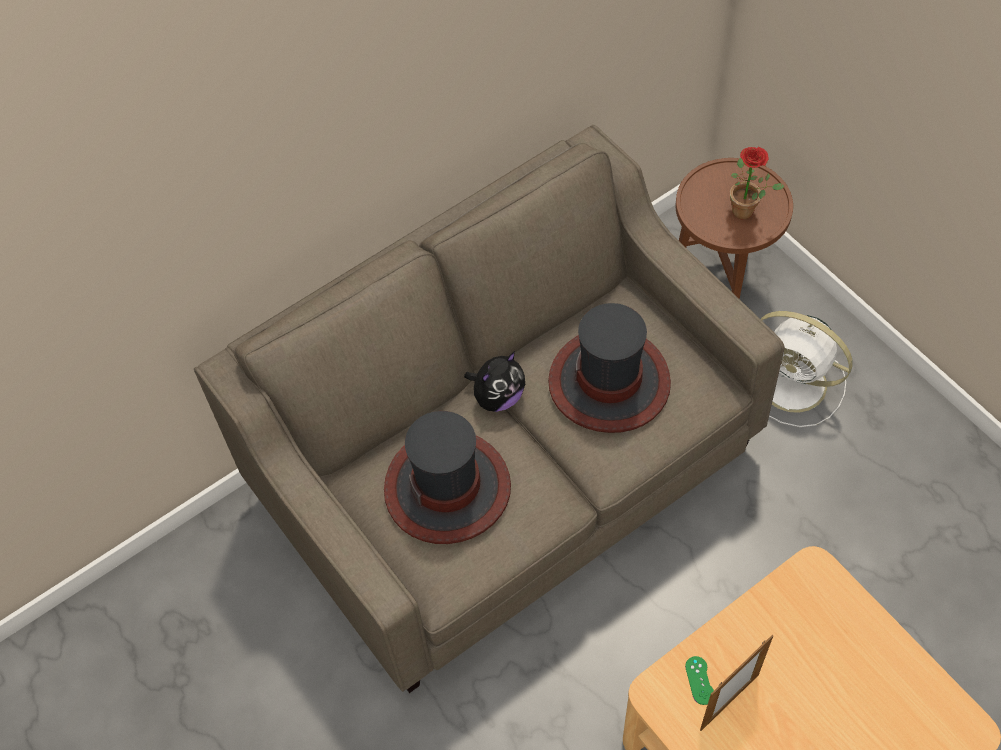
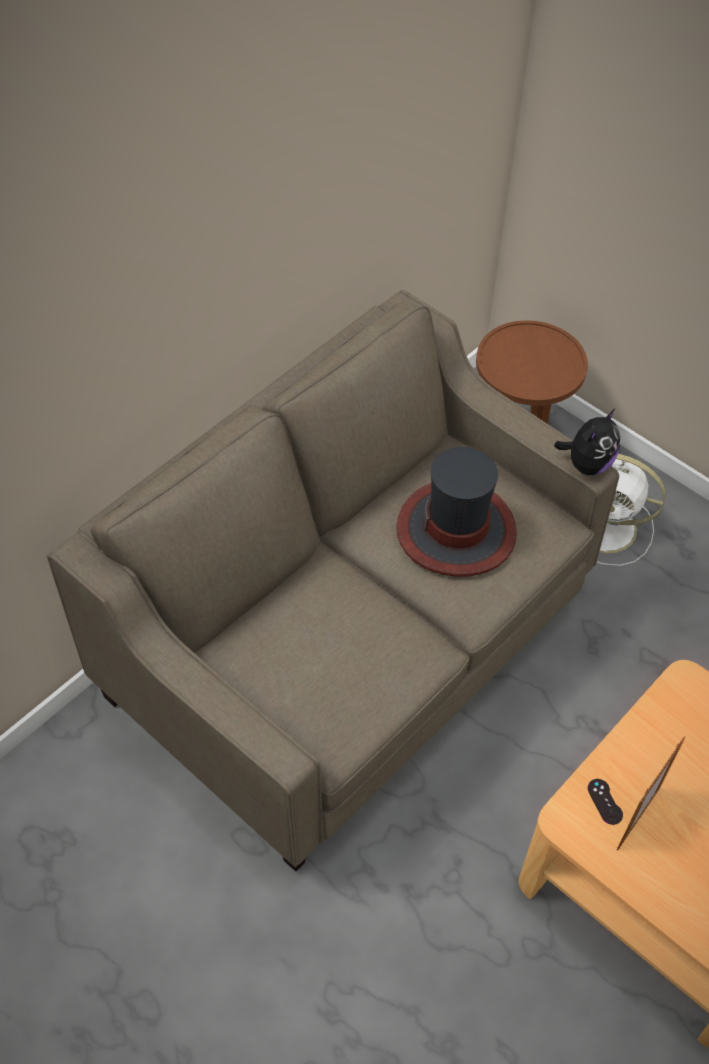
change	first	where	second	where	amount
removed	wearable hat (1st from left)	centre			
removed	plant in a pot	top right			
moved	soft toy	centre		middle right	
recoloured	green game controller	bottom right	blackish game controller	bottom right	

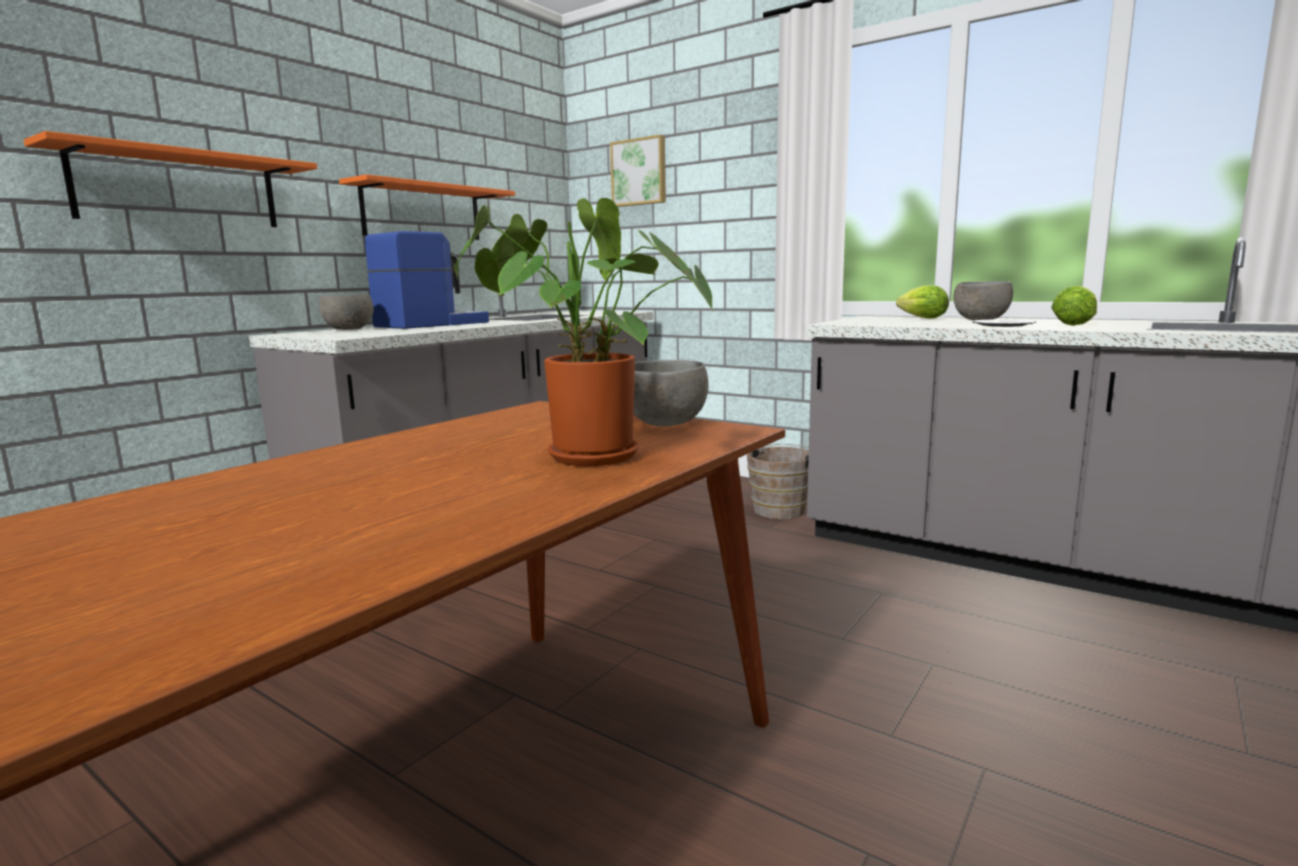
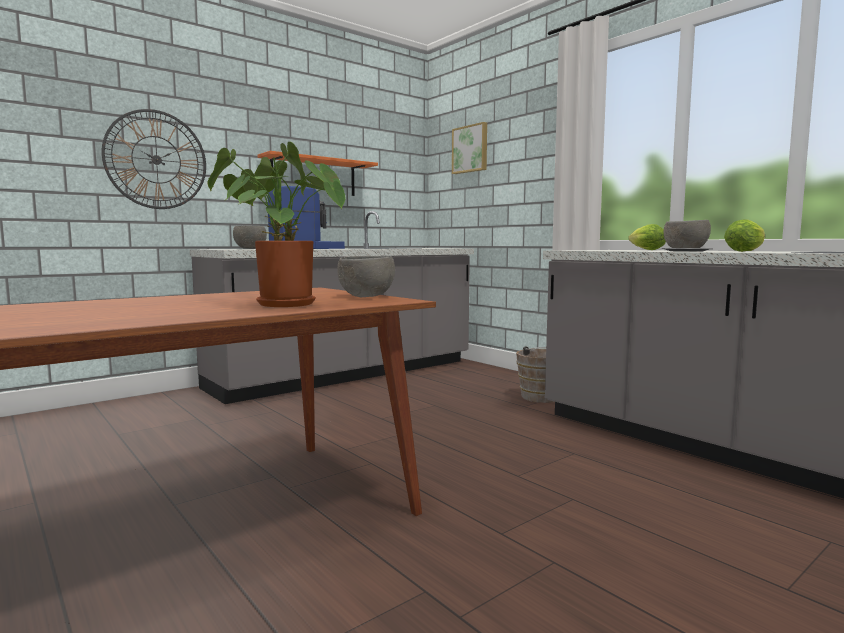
change	first	where	second	where	amount
replaced	orangey bracket shelf (1st from left)	top left	hanging clock	top left	

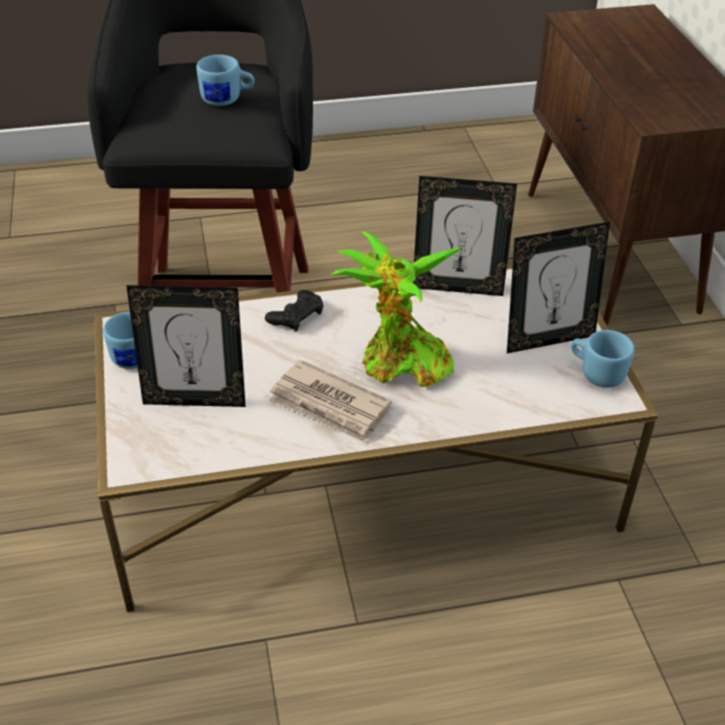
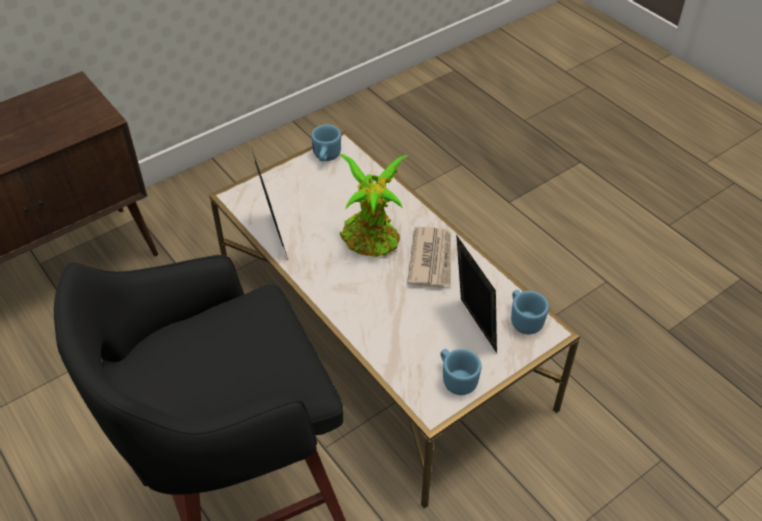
change	first	where	second	where	amount
removed	blackish game controller	centre			
removed	photo frame (3rd from left)	middle right			
moved	bluish mug (2nd from left in the first image)	top left	bluish mug (3rd from left)	middle right	

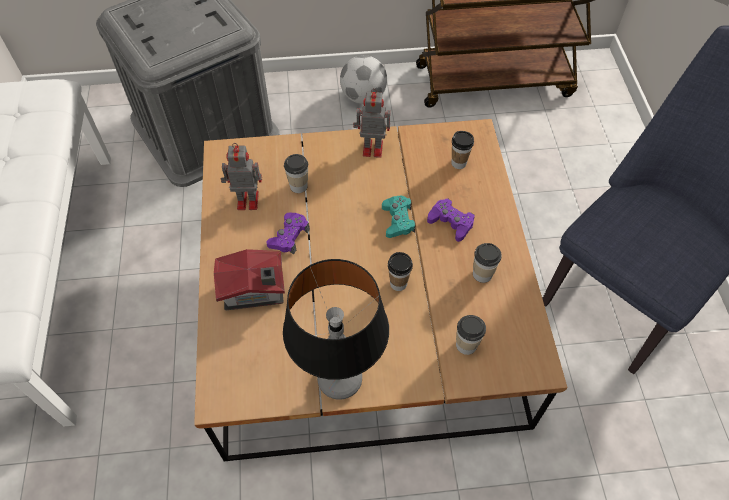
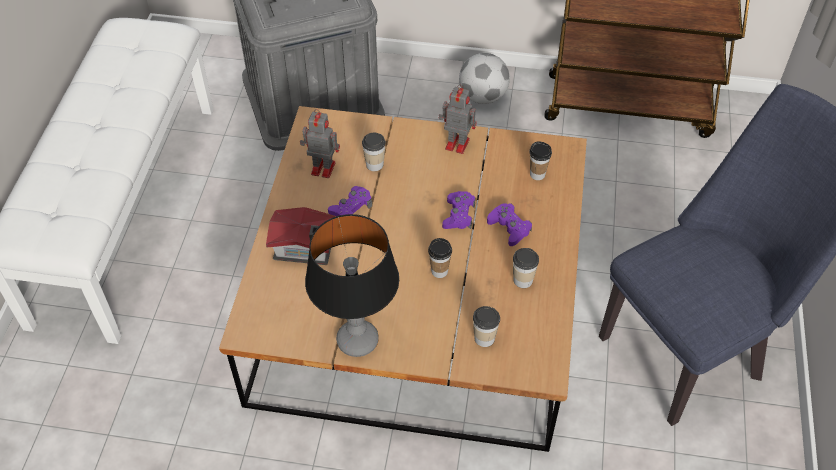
change	first	where	second	where	amount
recoloured	turquoise game controller	centre	purple game controller (2nd from left)	centre	

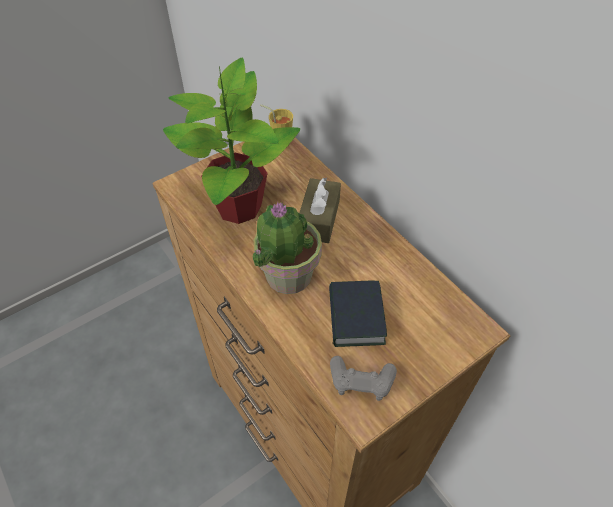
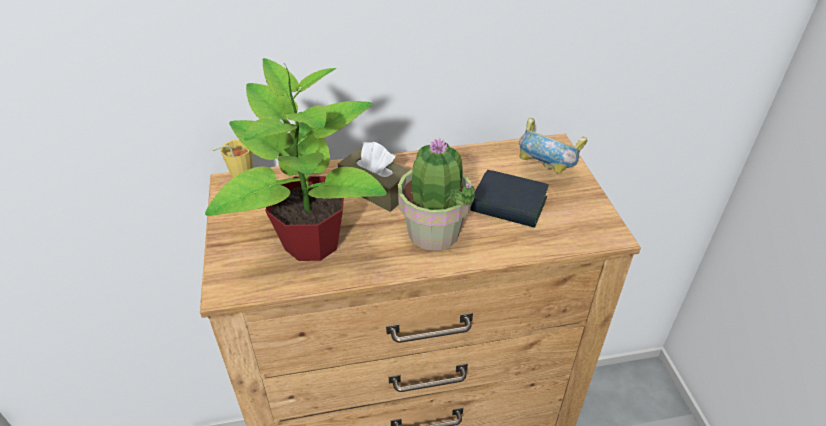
change	first	where	second	where	amount
removed	greyish game controller	bottom centre			
added			deep dish	middle right	

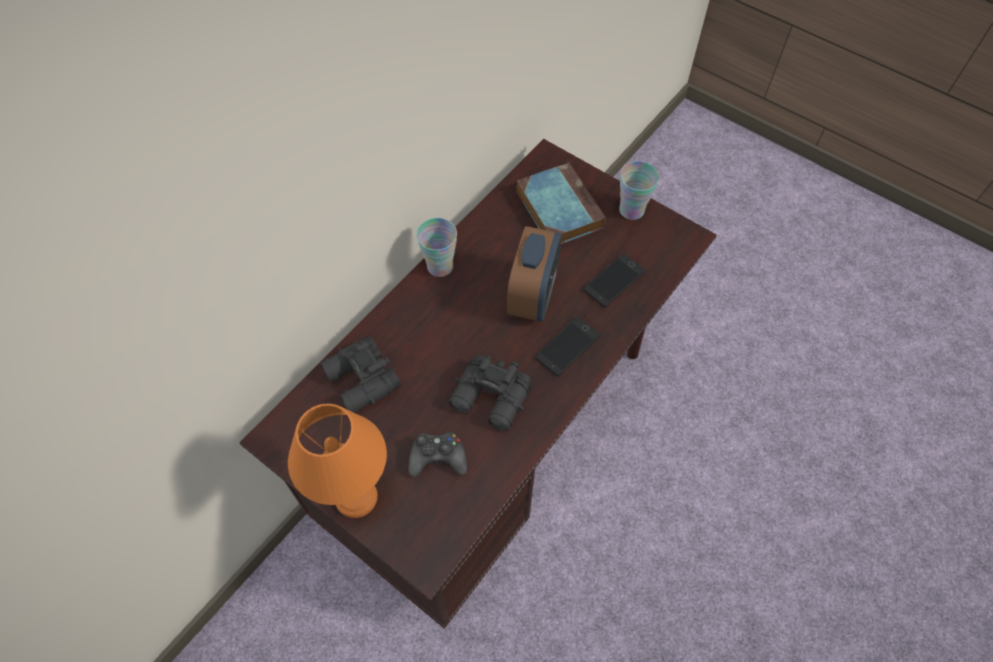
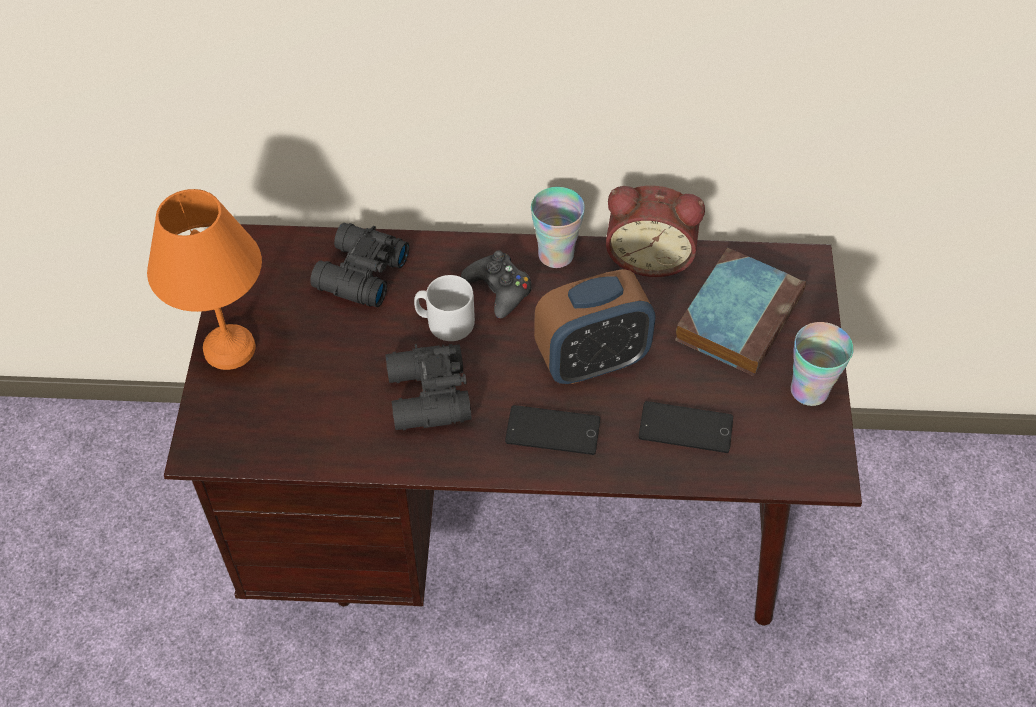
change	first	where	second	where	amount
added			greyish mug	centre	
added			table clock (2nd from left)	top centre	
moved	blackish game controller	bottom centre		centre	

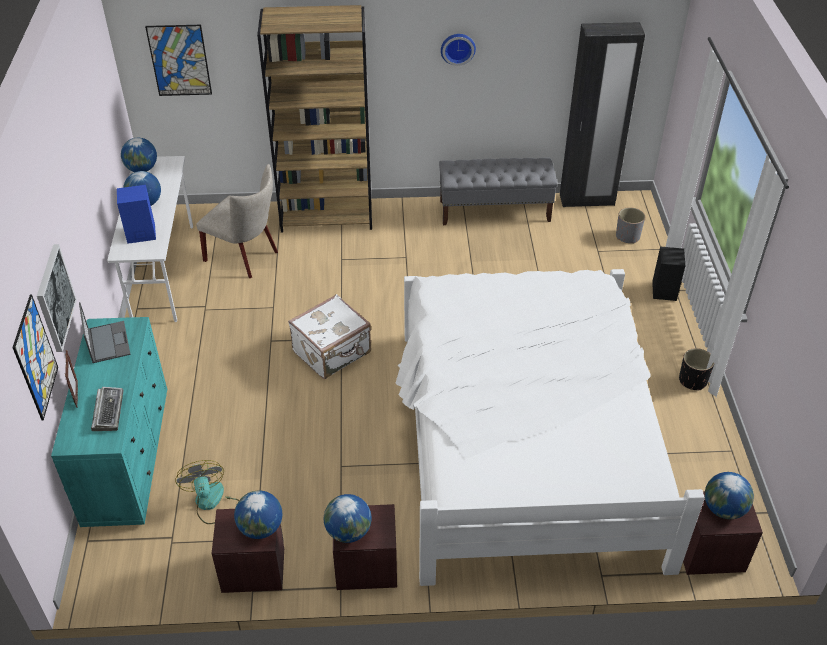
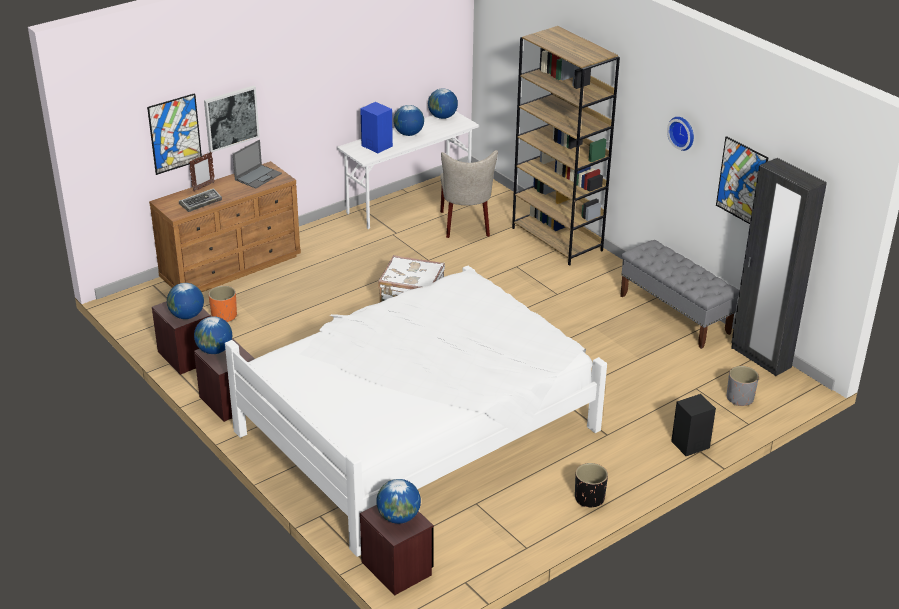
change	first	where	second	where	amount
moved	picture (3rd from left)	top left		top right	
replaced	fan	bottom left	orangey flower pot	middle left	
recoloured	turquoise dresser	middle left	brownish dresser	middle left	

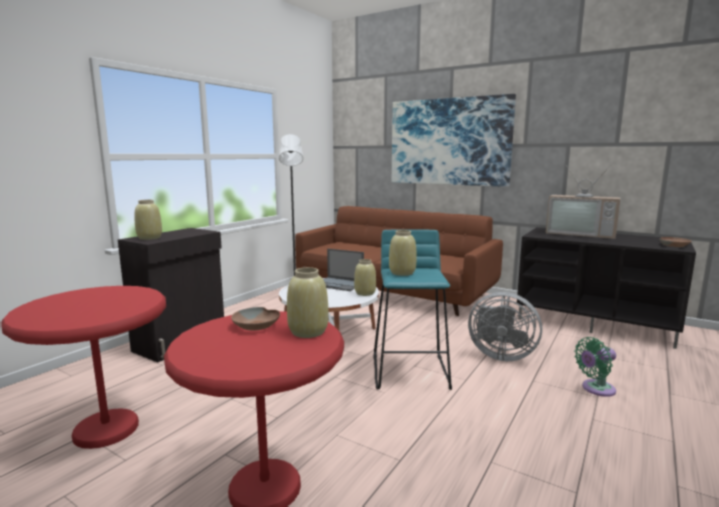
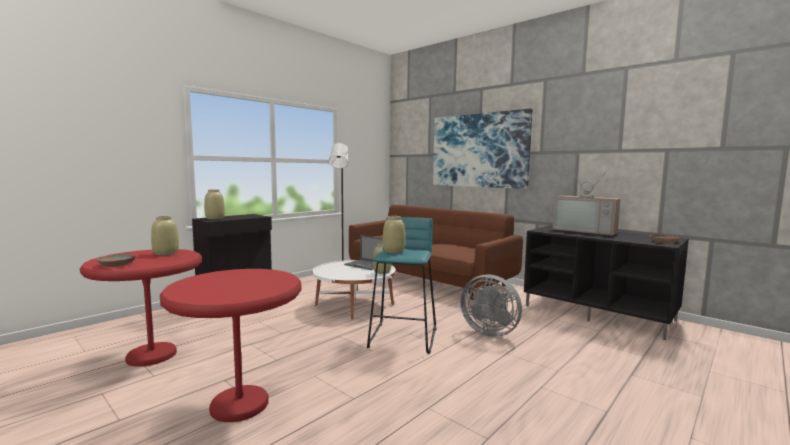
change	first	where	second	where	amount
removed	green fan	bottom right			
moved	brownish deep dish (1st from left)	centre		middle left	
moved	beige-coloured decorative vase (2nd from left in the first image)	centre	beige-coloured decorative vase (1st from left)	middle left	

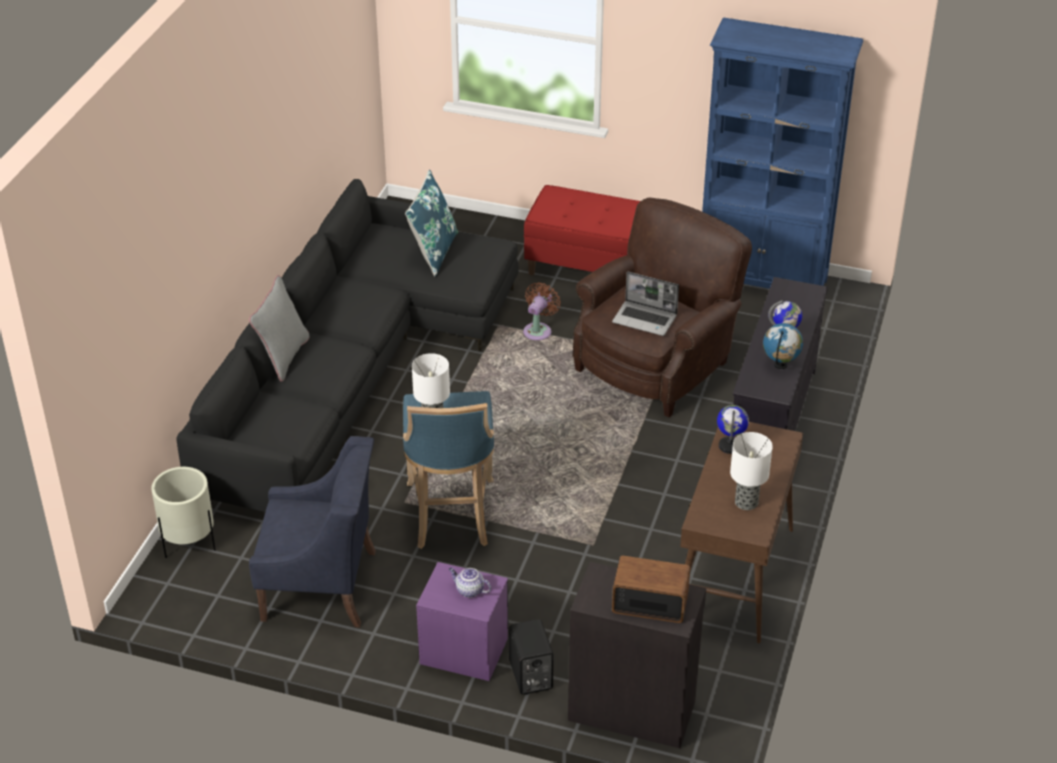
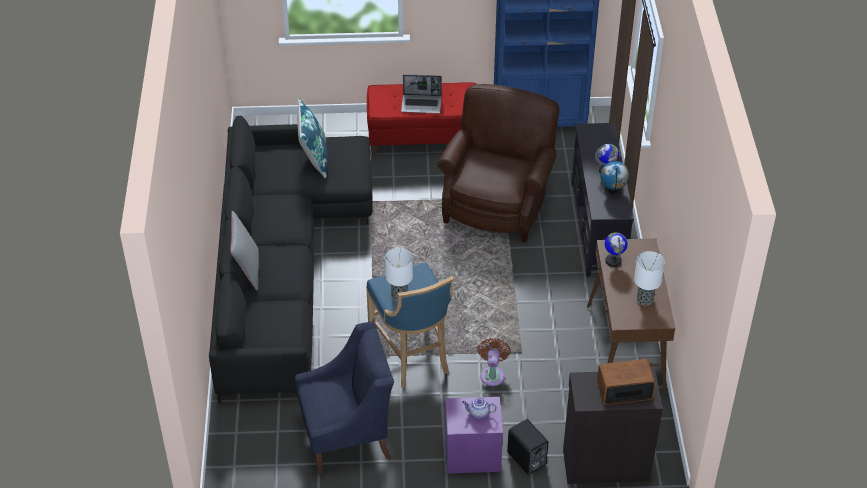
change	first	where	second	where	amount
removed	beige-coloured flower pot	bottom left			
moved	brownish fan	centre		bottom centre	
moved	notebook computer	centre		top centre	

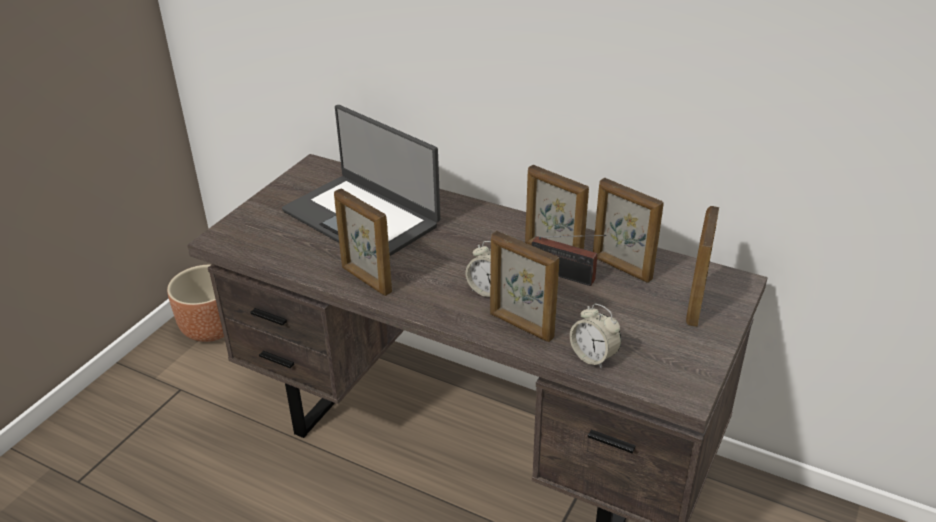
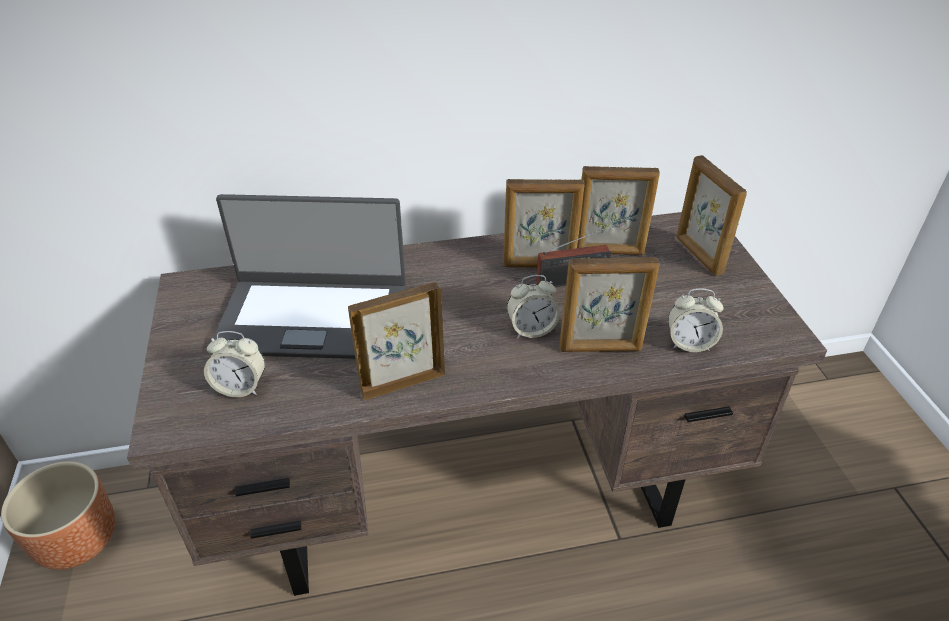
change	first	where	second	where	amount
added			table clock (1st from left)	middle left	
turned	photo frame (1st from left)	centre		centre	150 degrees clockwise

